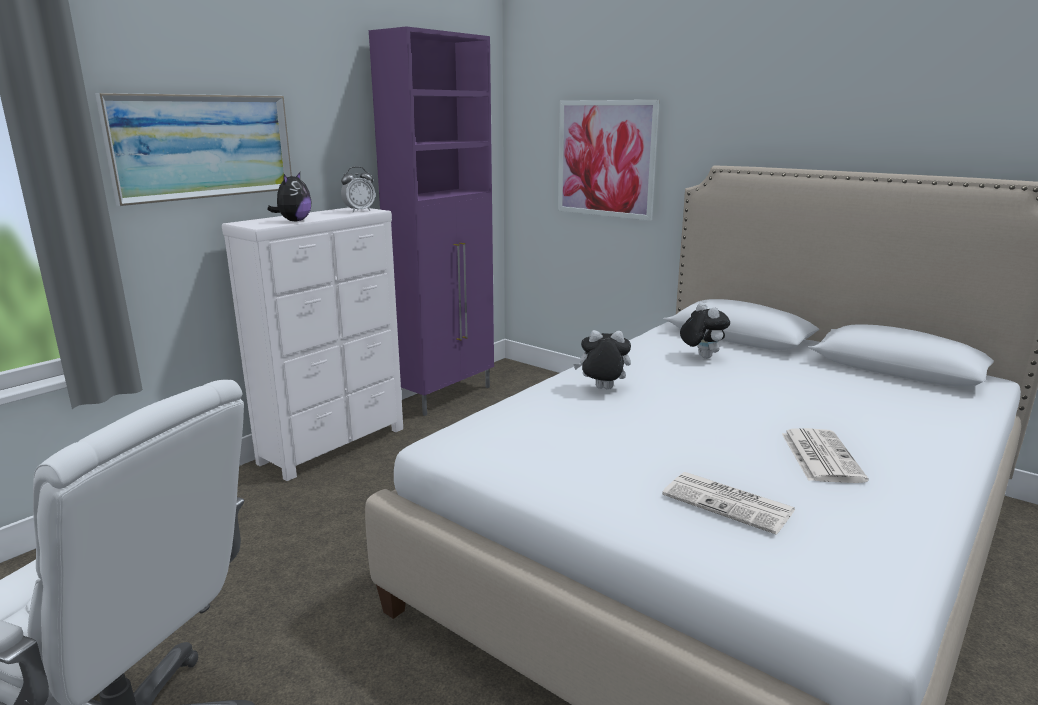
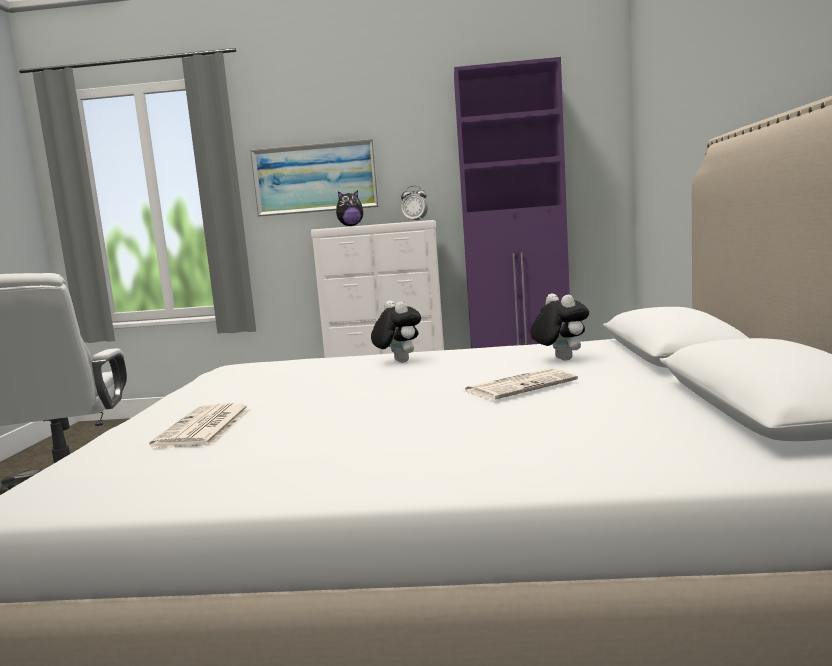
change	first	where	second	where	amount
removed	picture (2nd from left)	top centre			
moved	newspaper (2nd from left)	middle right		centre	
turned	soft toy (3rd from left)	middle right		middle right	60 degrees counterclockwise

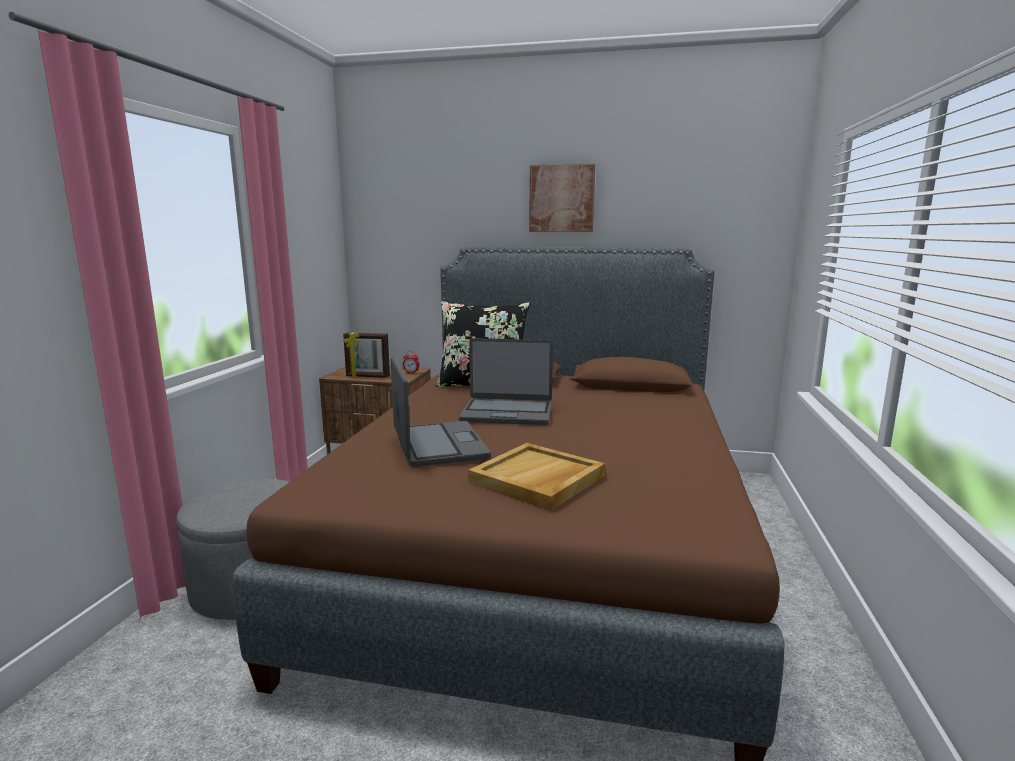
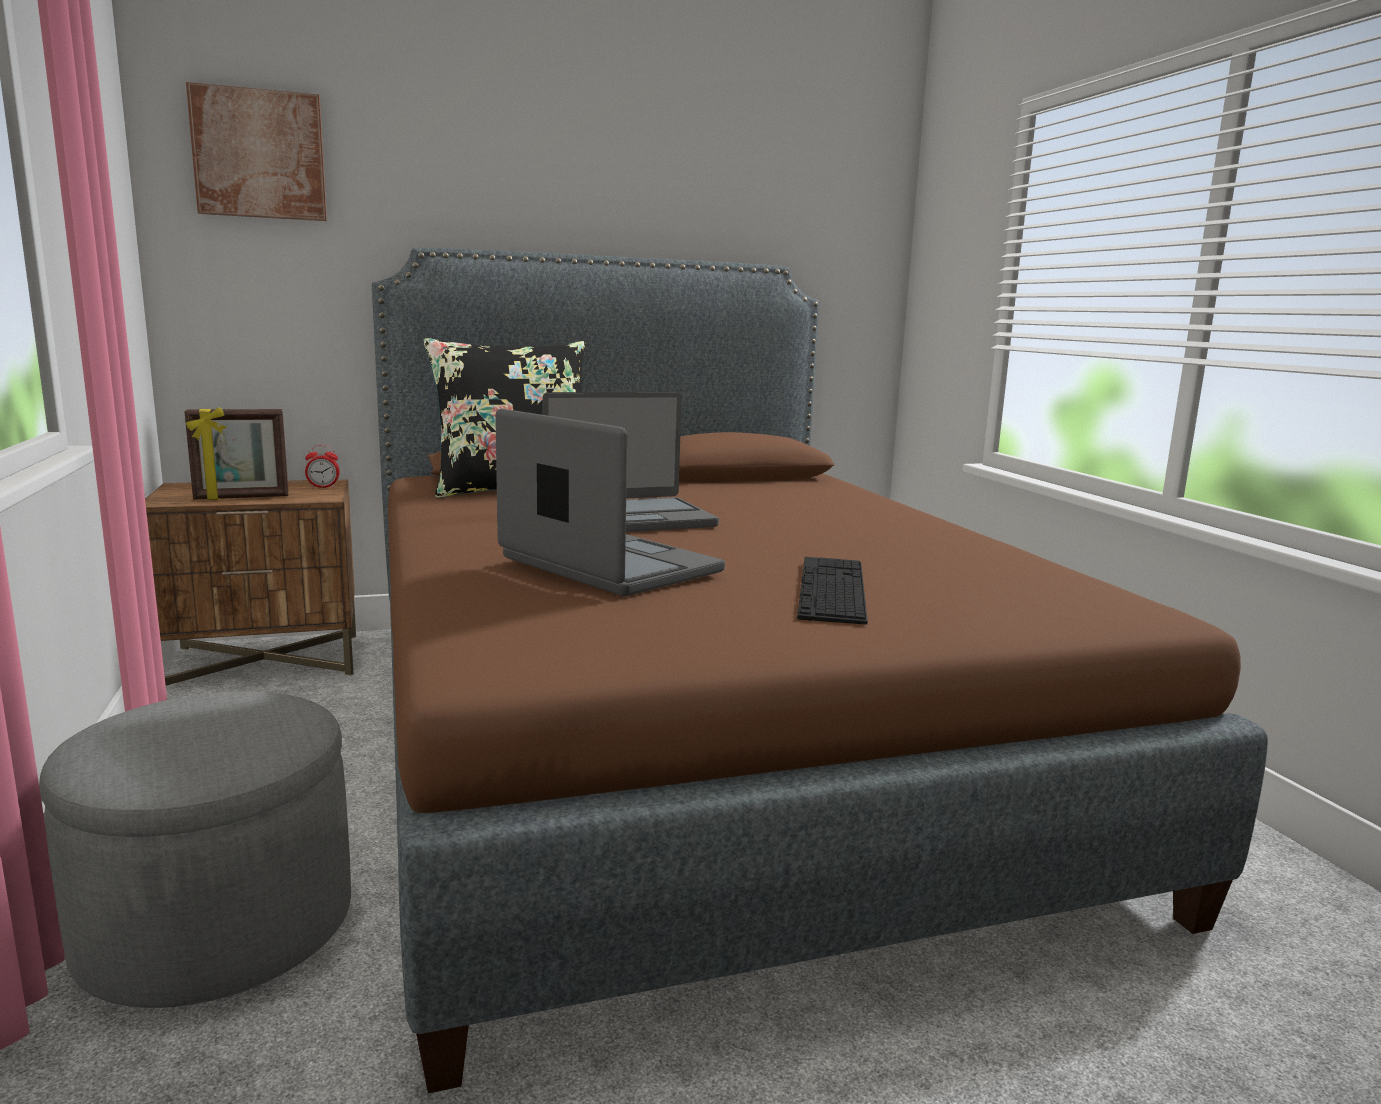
change	first	where	second	where	amount
moved	picture	top centre		top left	
replaced	beige-coloured serving tray	centre	computer keyboard	centre	

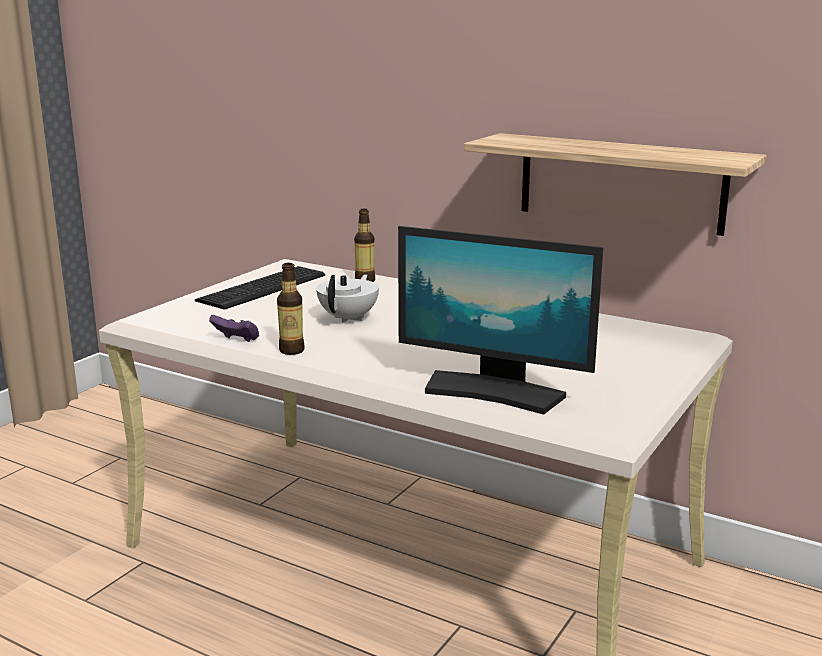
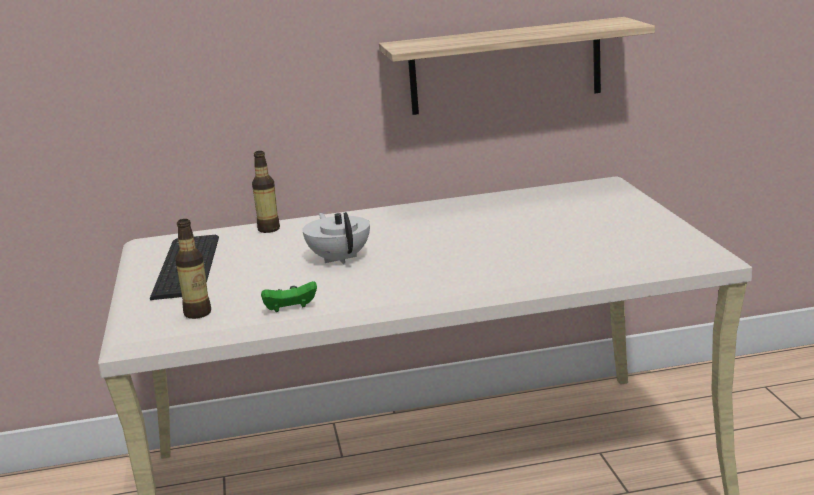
change	first	where	second	where	amount
removed	monitor	centre			
moved	bottle (1st from left)	centre		middle left	
recoloured	purple game controller	middle left	green game controller	centre	

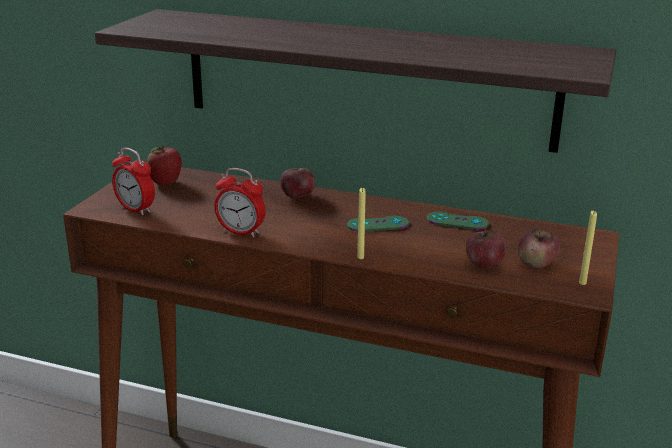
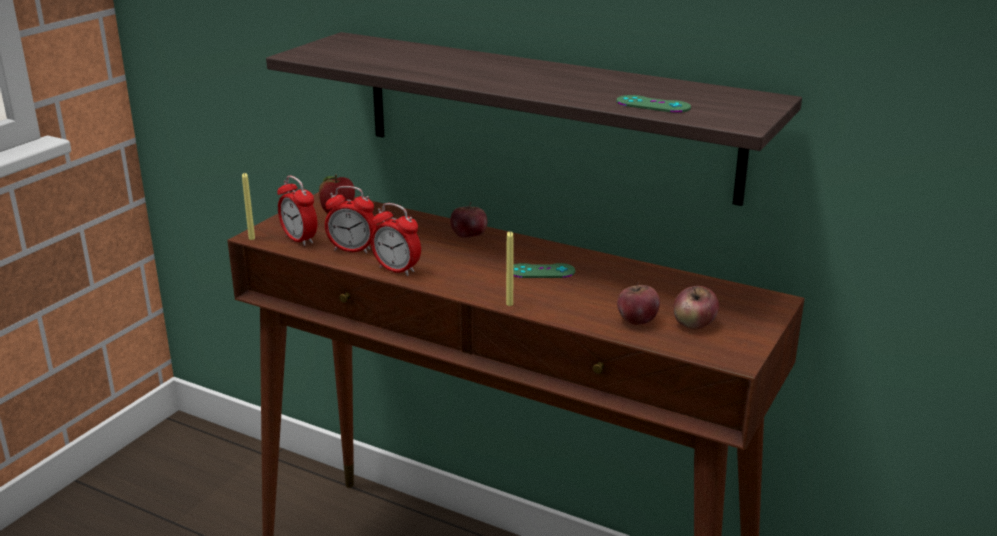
change	first	where	second	where	amount
added			table clock (2nd from left)	centre	
moved	green game controller (2nd from left)	middle right		top centre	
moved	yellow wax light (2nd from left in the first image)	middle right	yellow wax light (1st from left)	middle left	

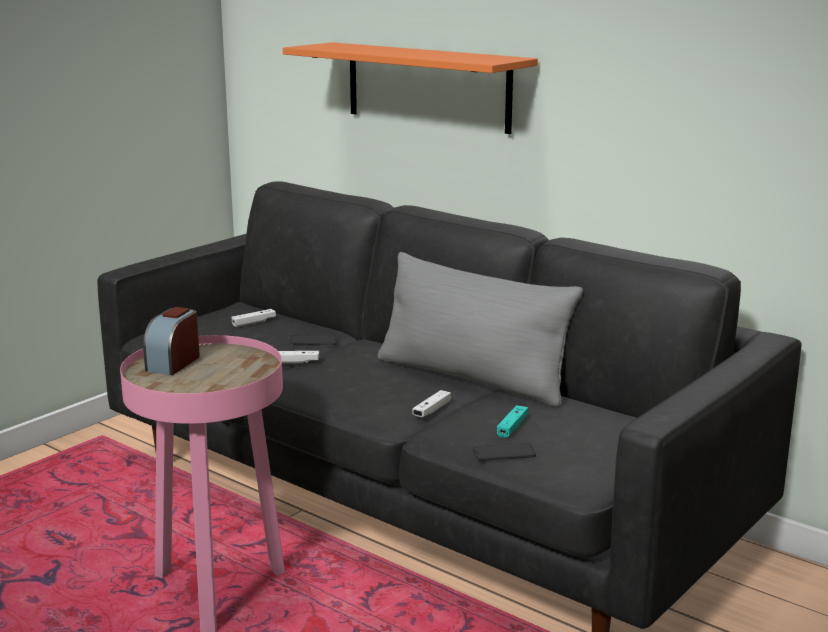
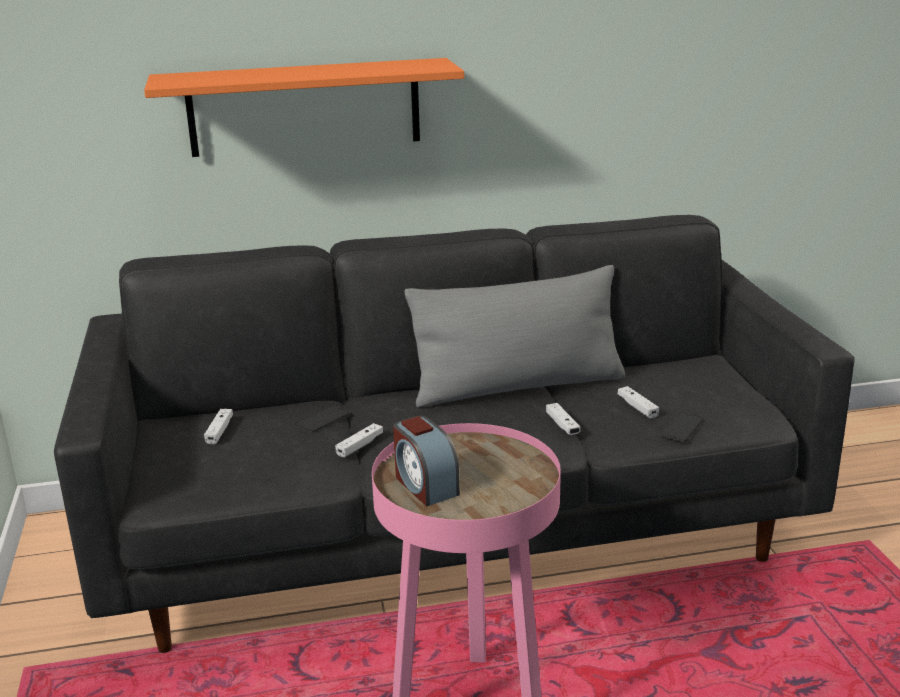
change	first	where	second	where	amount
recoloured	turquoise game controller	centre	white-coloured game controller (4th from left)	middle right	

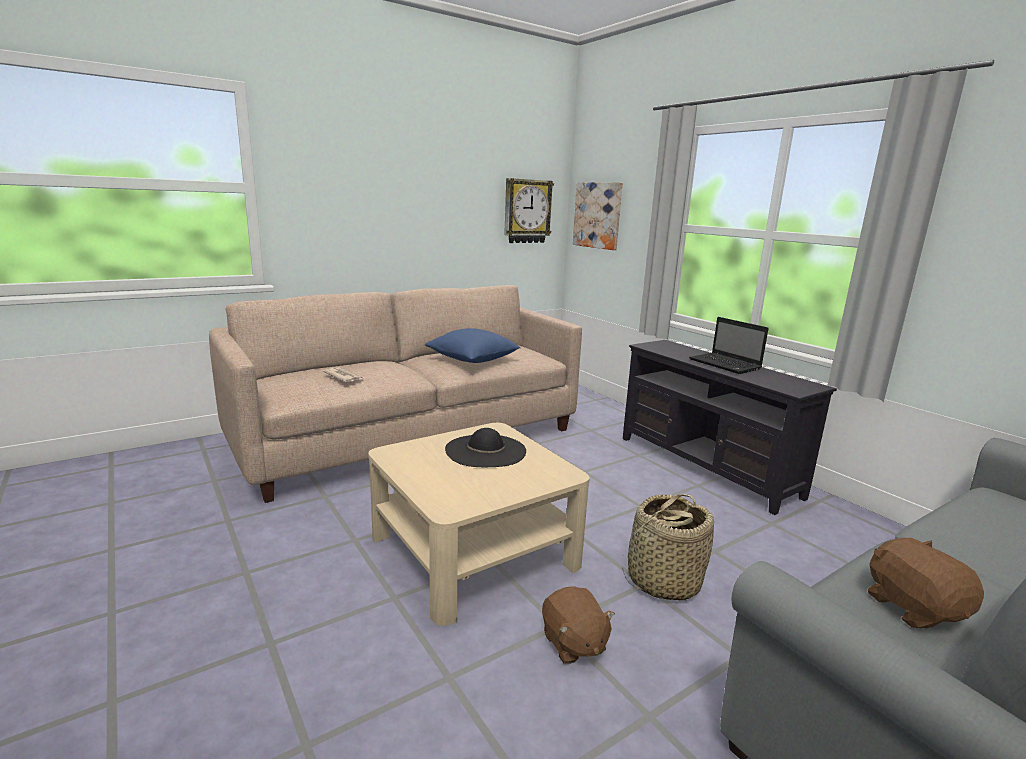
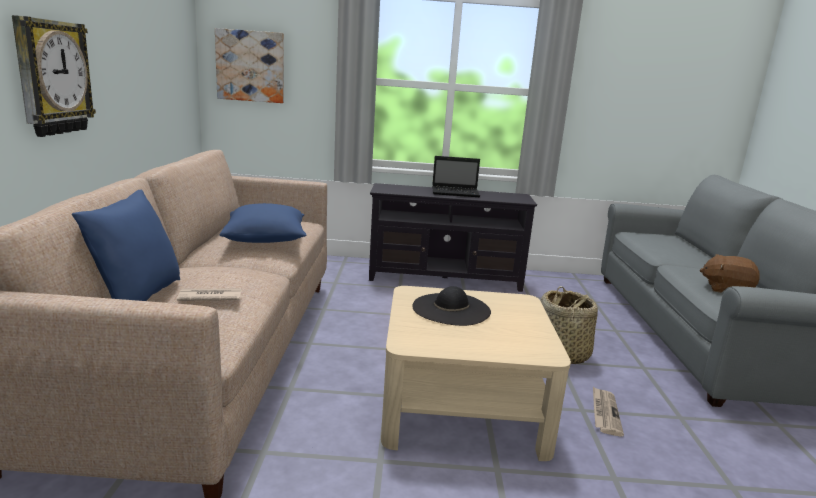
change	first	where	second	where	amount
added			bluish pillow (1st from left)	middle left	
moved	hanging clock	top centre		top left	
replaced	brownish soft toy (1st from left)	bottom centre	newspaper (2nd from left)	bottom right	

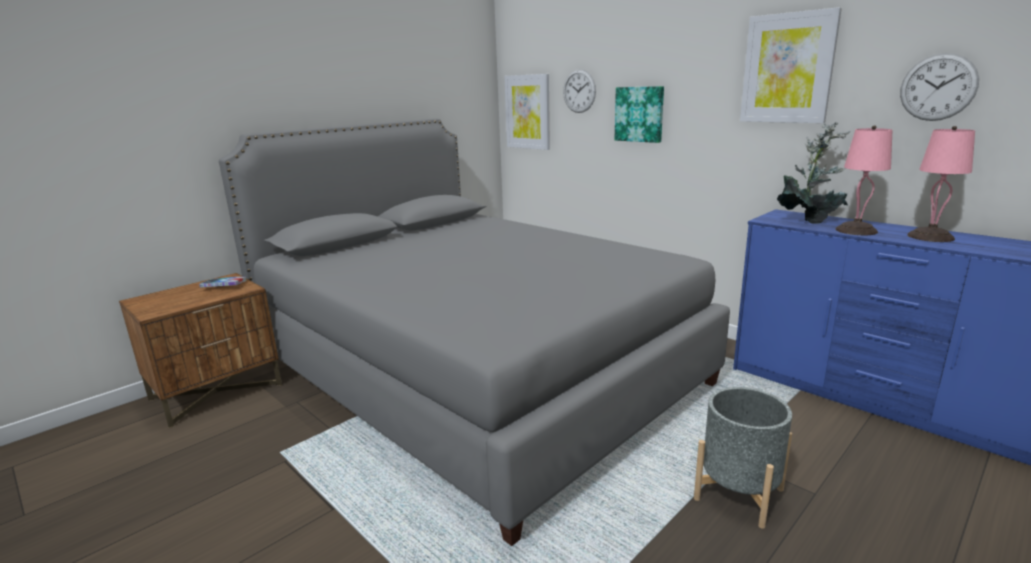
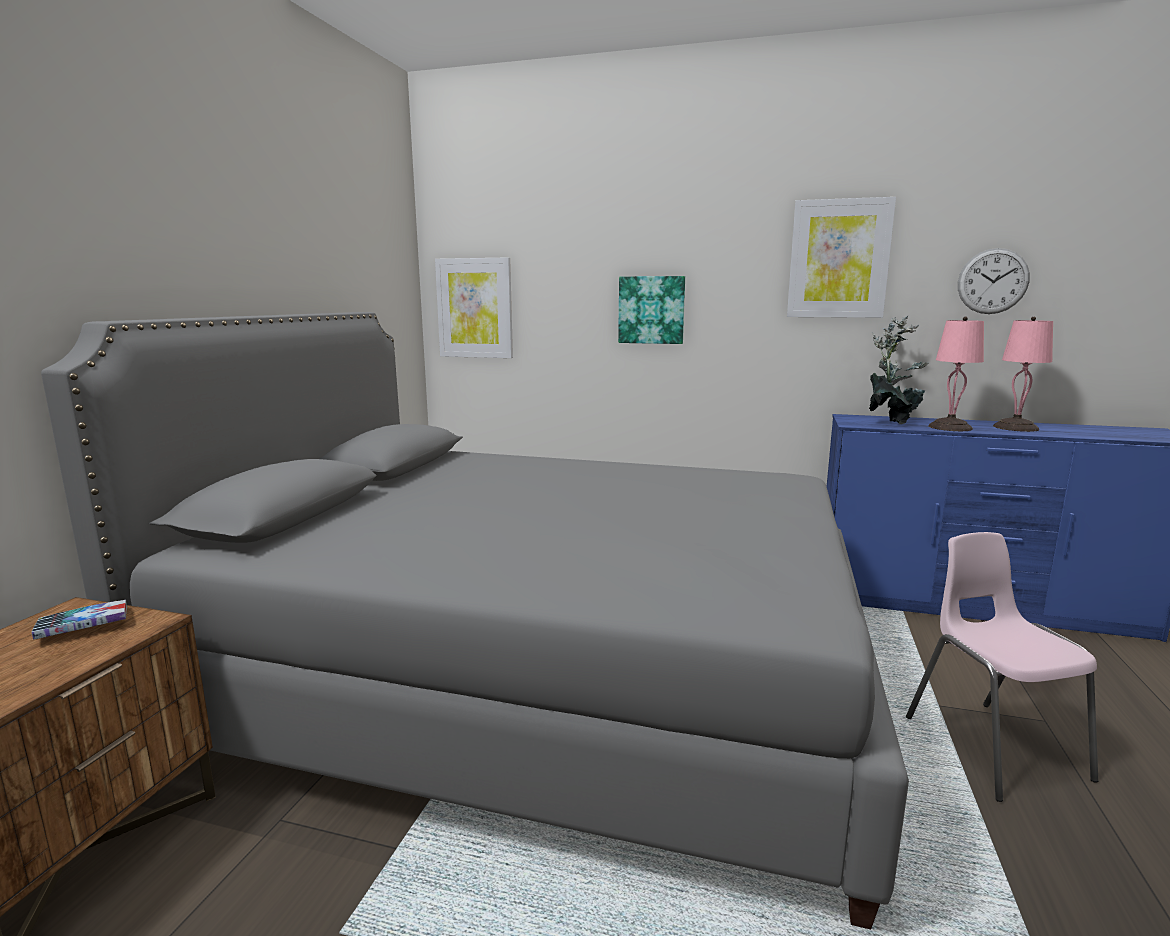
change	first	where	second	where	amount
removed	hanging clock (1st from left)	top centre			
replaced	greyish flower pot	bottom right	pinkish chair	bottom right	

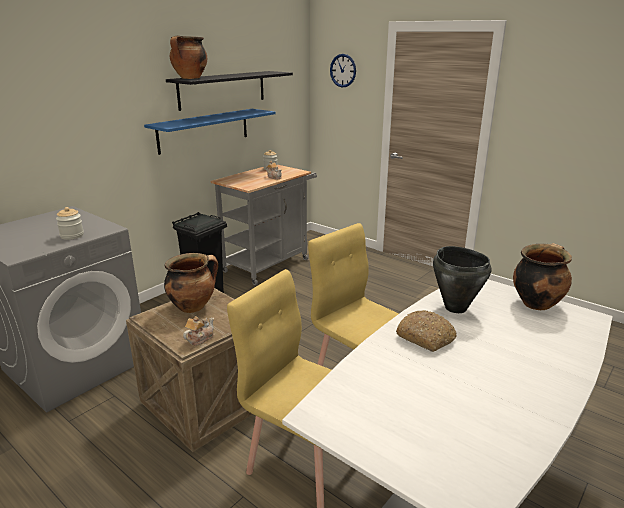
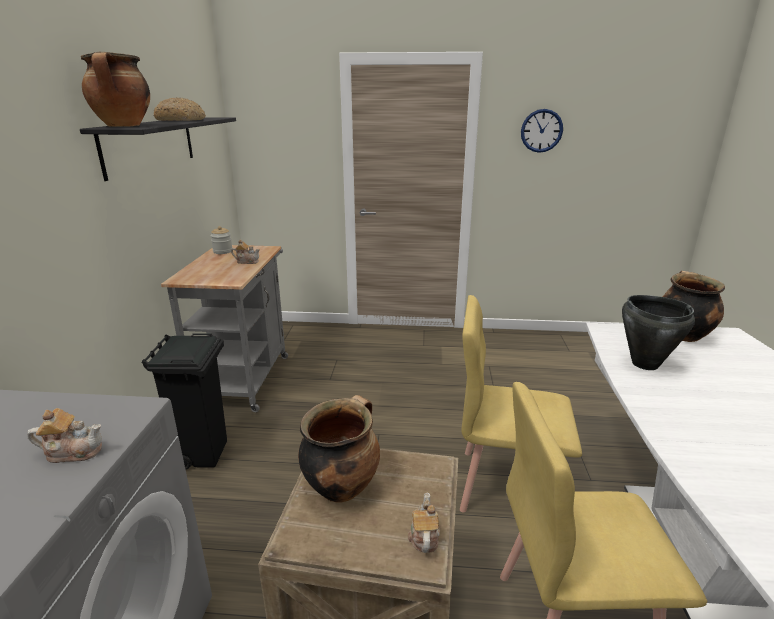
change	first	where	second	where	amount
removed	bluish bracket shelf	top centre			
moved	hanging clock	top centre		top right	
moved	baked bread	middle right		top left	
replaced	preserve jar (1st from left)	middle left	tea pot (1st from left)	bottom left	

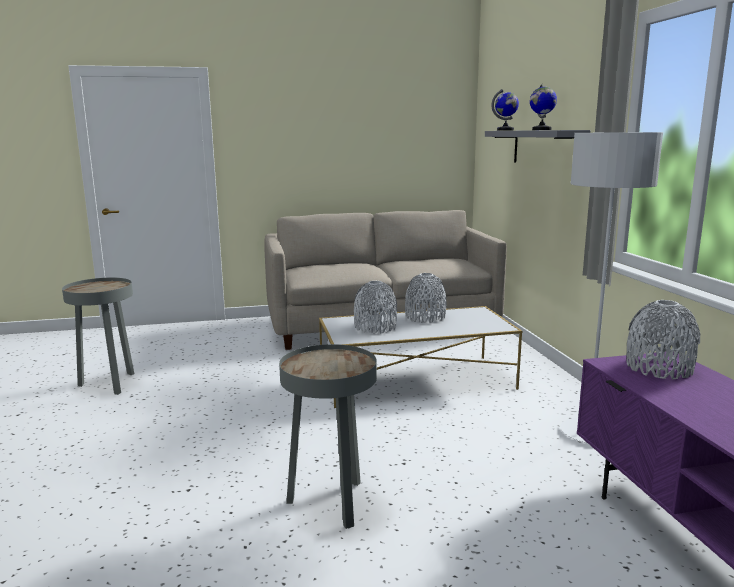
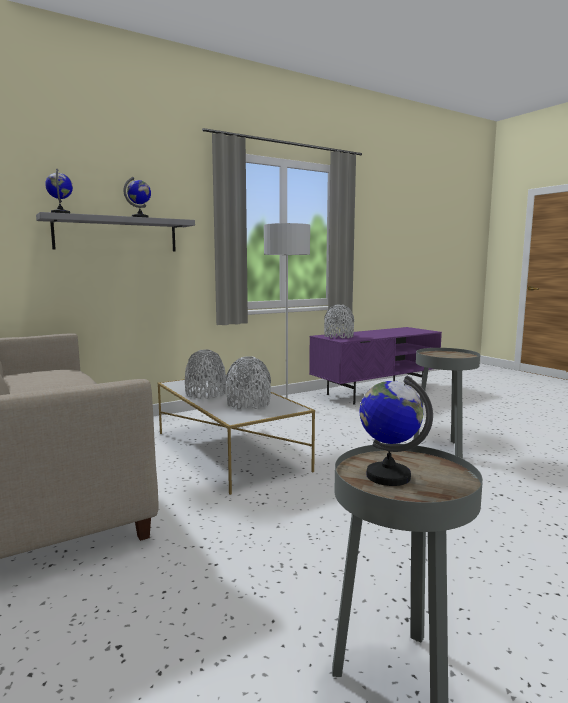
change	first	where	second	where	amount
added			globe (3rd from left)	middle right	

